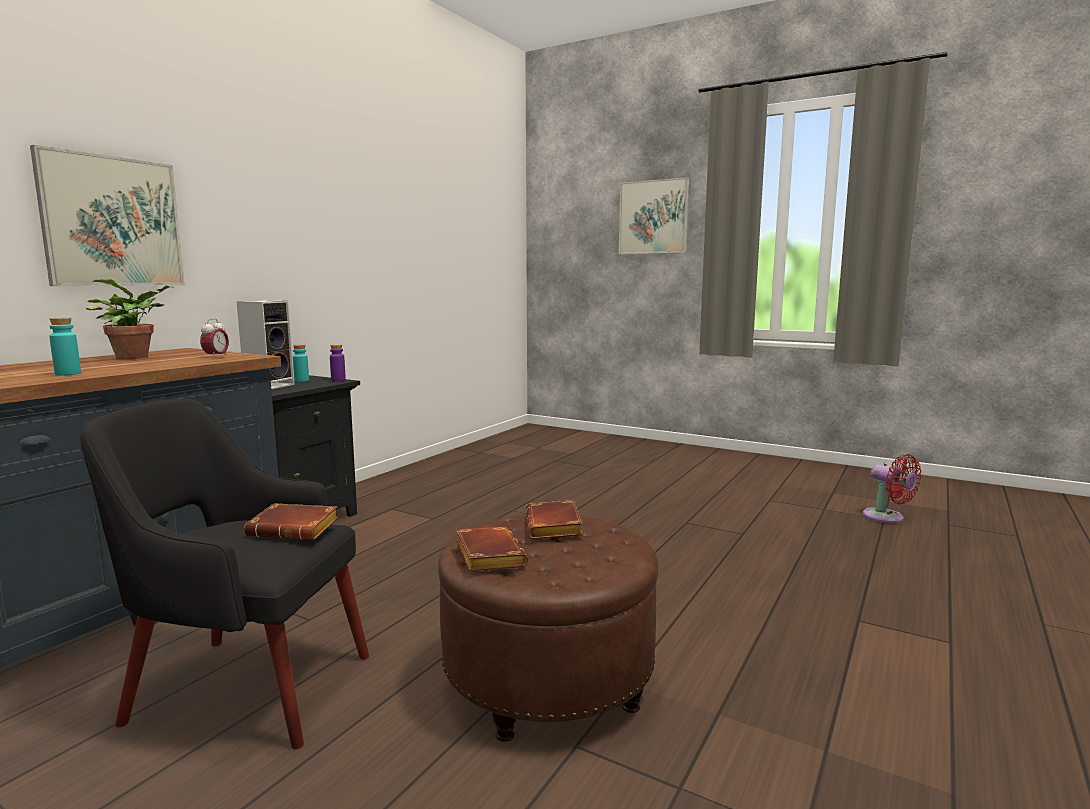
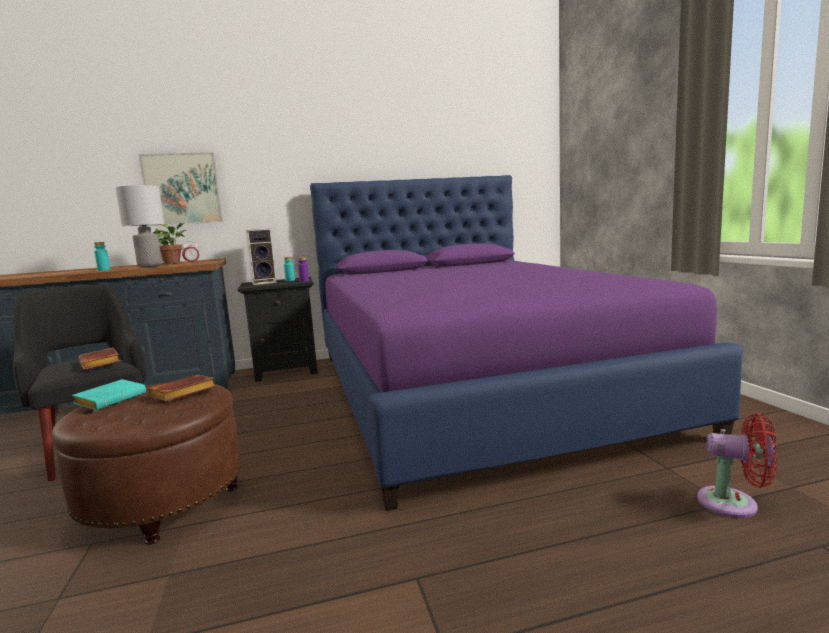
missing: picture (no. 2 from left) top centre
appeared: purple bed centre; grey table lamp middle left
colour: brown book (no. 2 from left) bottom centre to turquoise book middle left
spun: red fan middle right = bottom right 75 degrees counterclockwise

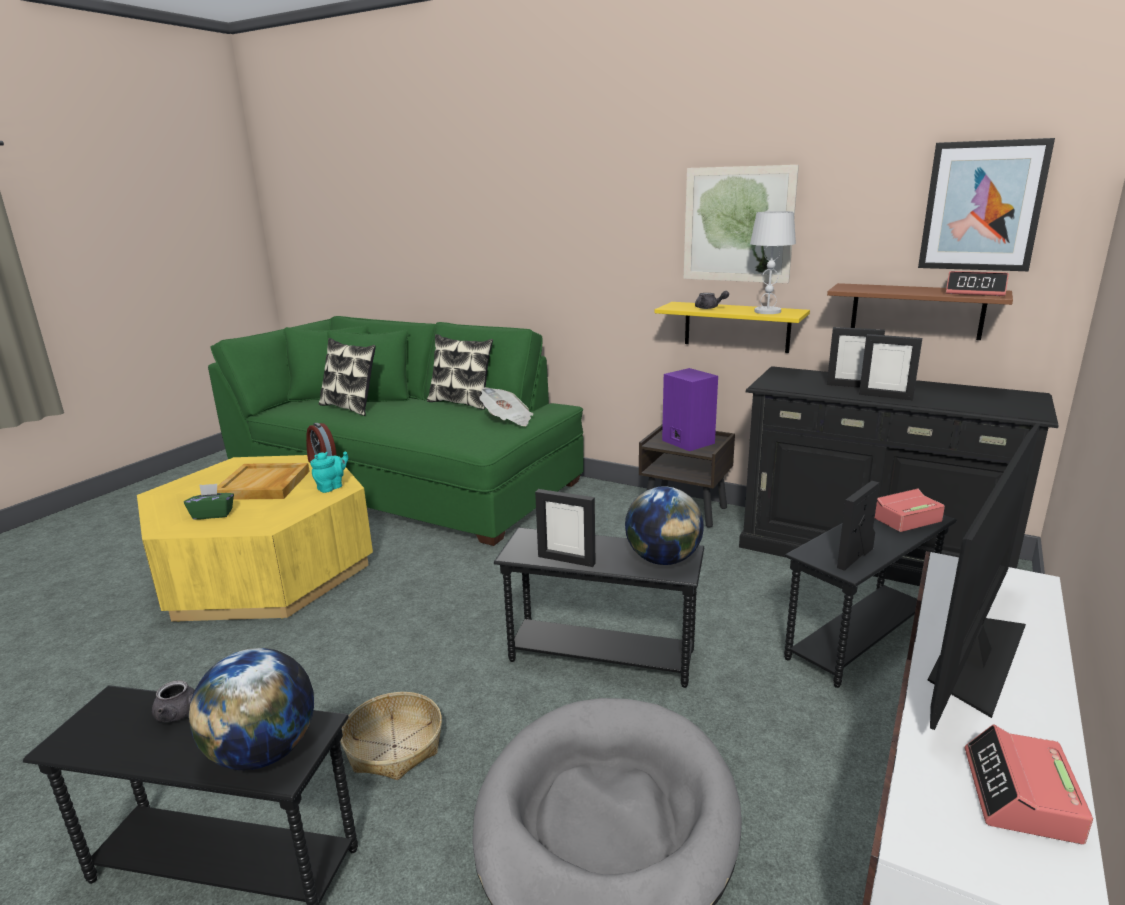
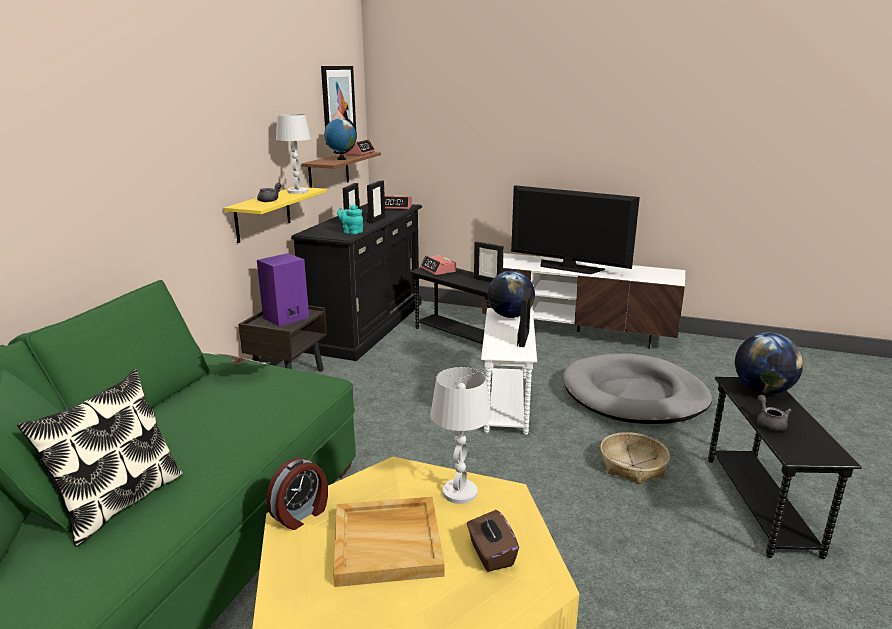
missing: picture (no. 1 from left) top centre; pillow (no. 2 from left) centre
appeared: globe (no. 1 from left) top centre; white table lamp (no. 2 from left) bottom centre
relocated: turquoise teapot middle left to centre; alarm clock (no. 4 from left in the first image) bottom right to alarm clock (no. 3 from left) top centre
colour: green tissue box middle left to brown tissue box bottom centre; black side table (no. 2 from left) bottom centre to white side table centre

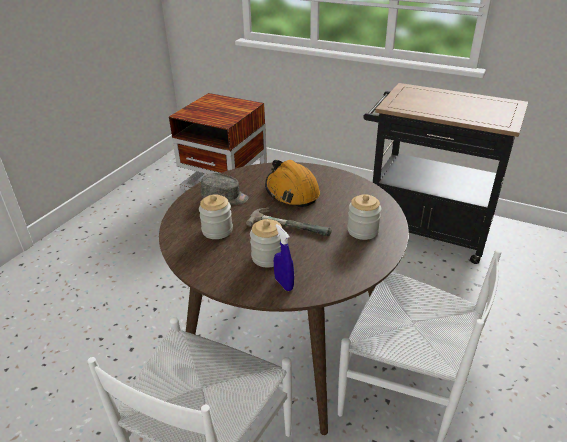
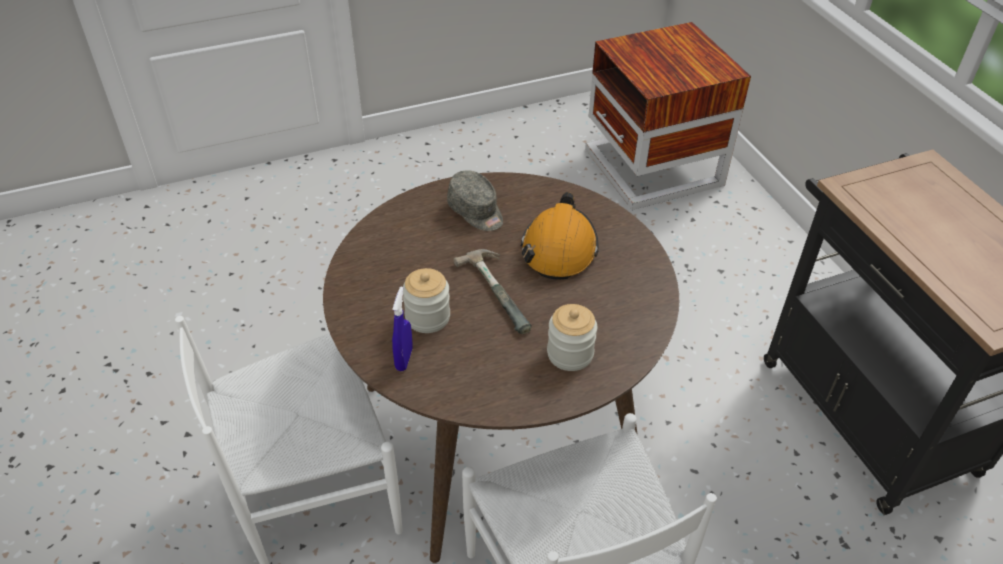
missing: jar (no. 1 from left) centre

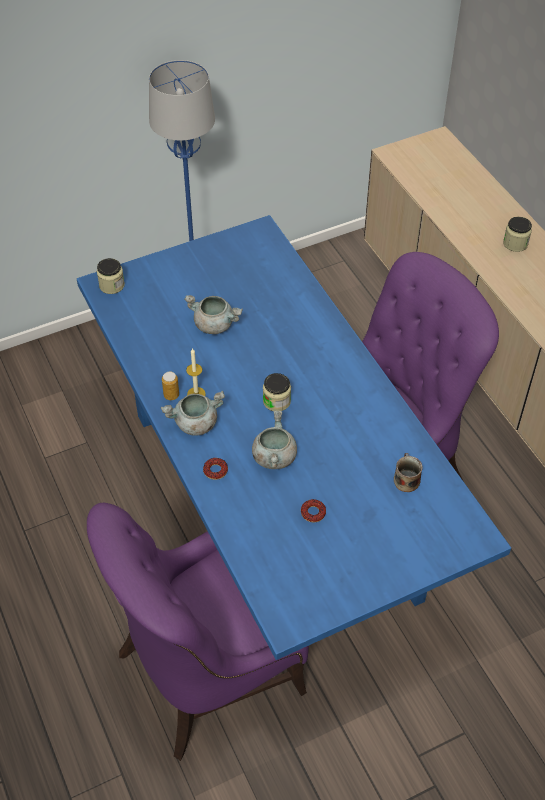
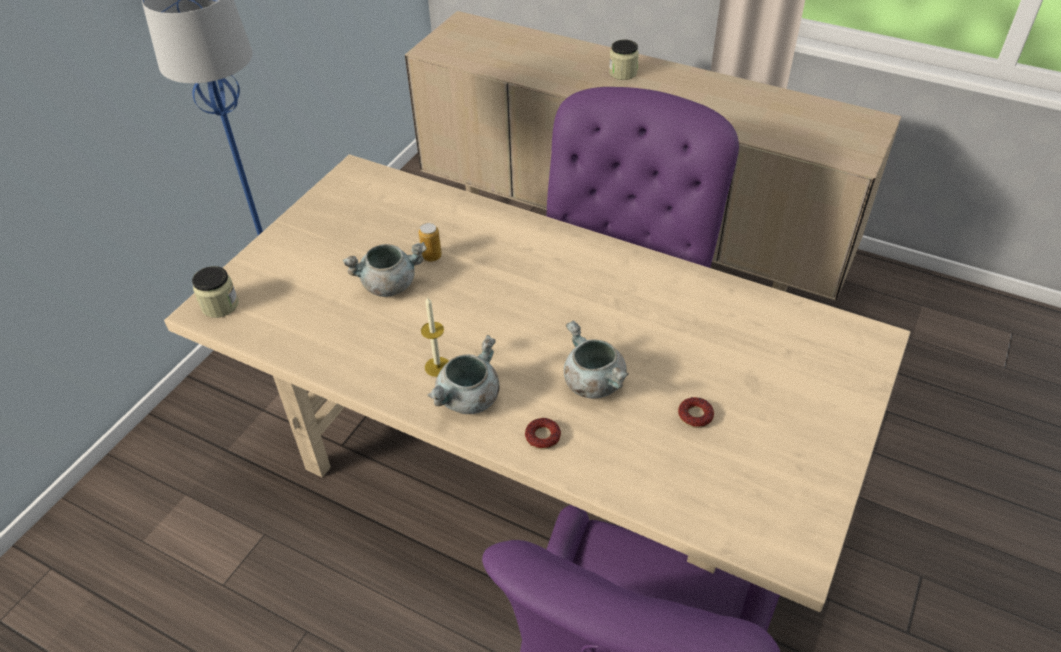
missing: jar (no. 2 from left) centre; mug middle right
relocated: can middle left to centre
colour: blue dining table centre to beige dining table centre

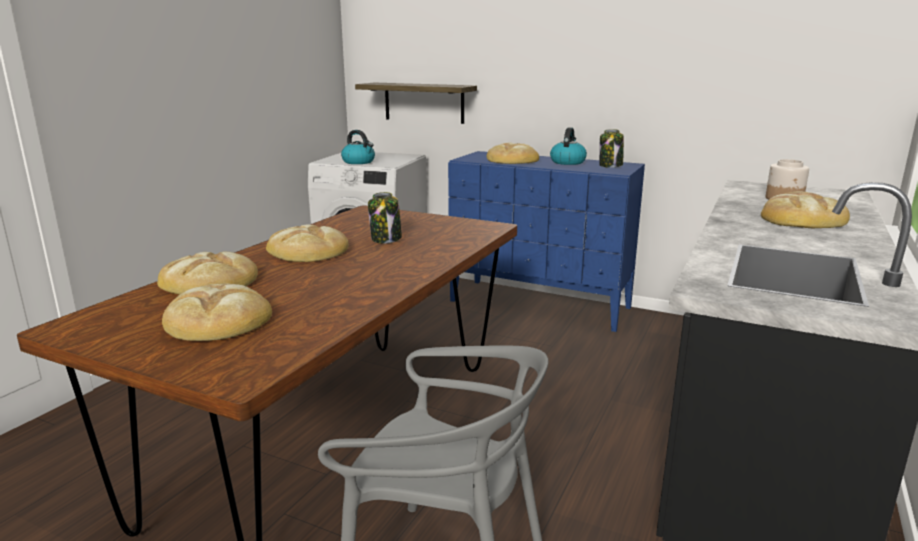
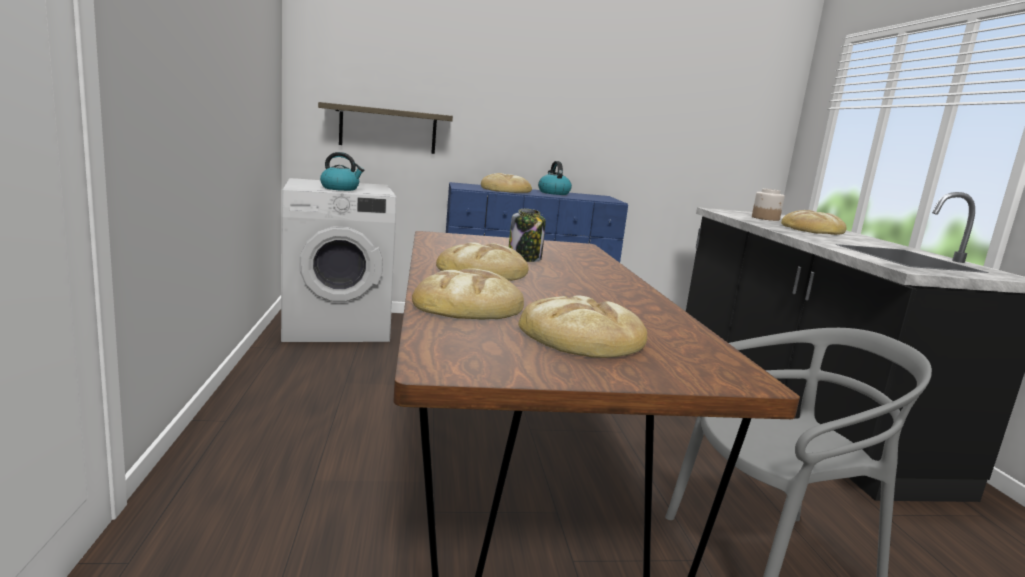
missing: jar (no. 2 from left) top centre

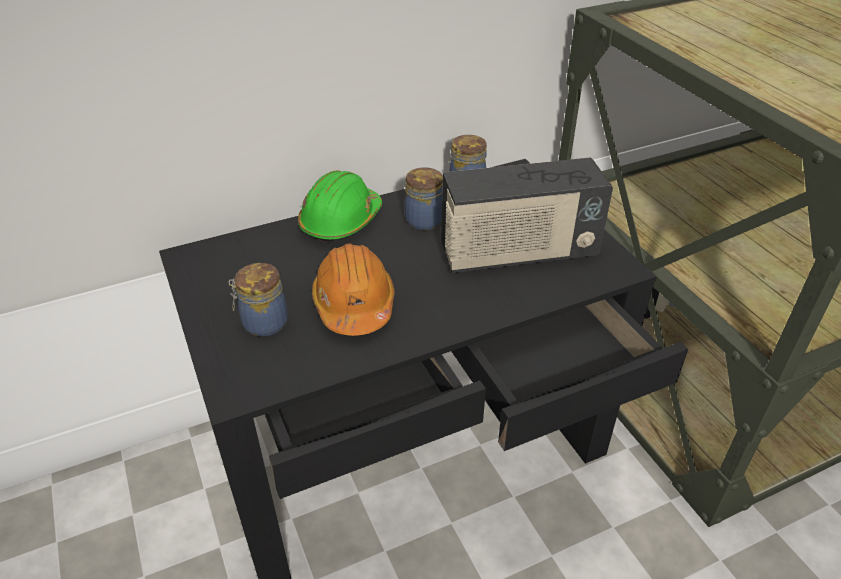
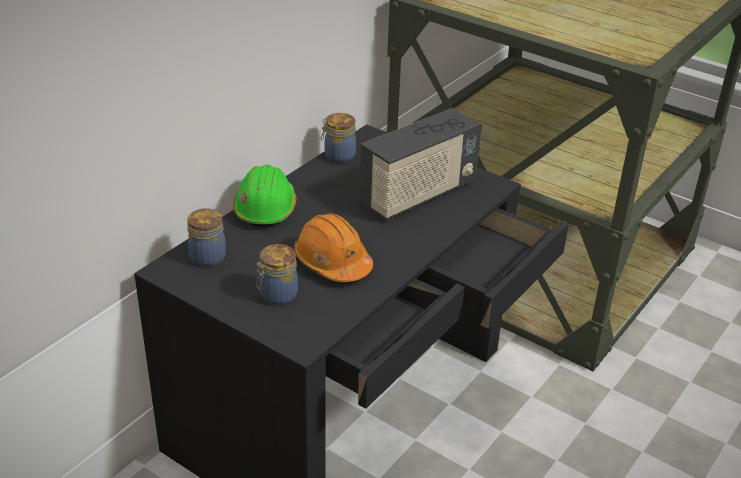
relocated: jar (no. 2 from left in the first image) centre to jar (no. 1 from left) middle left

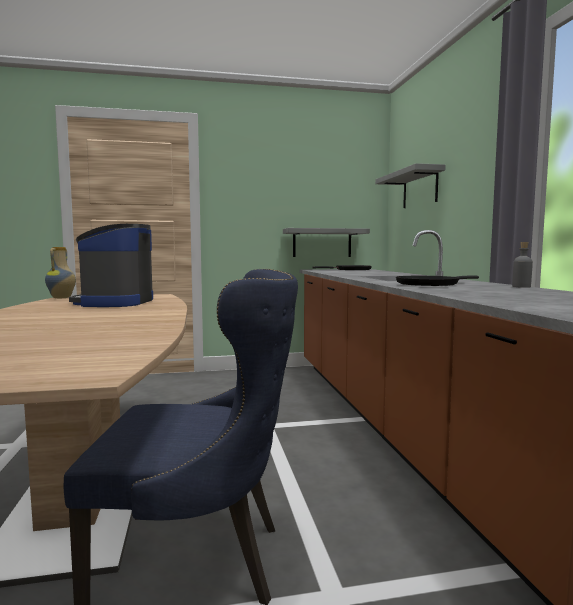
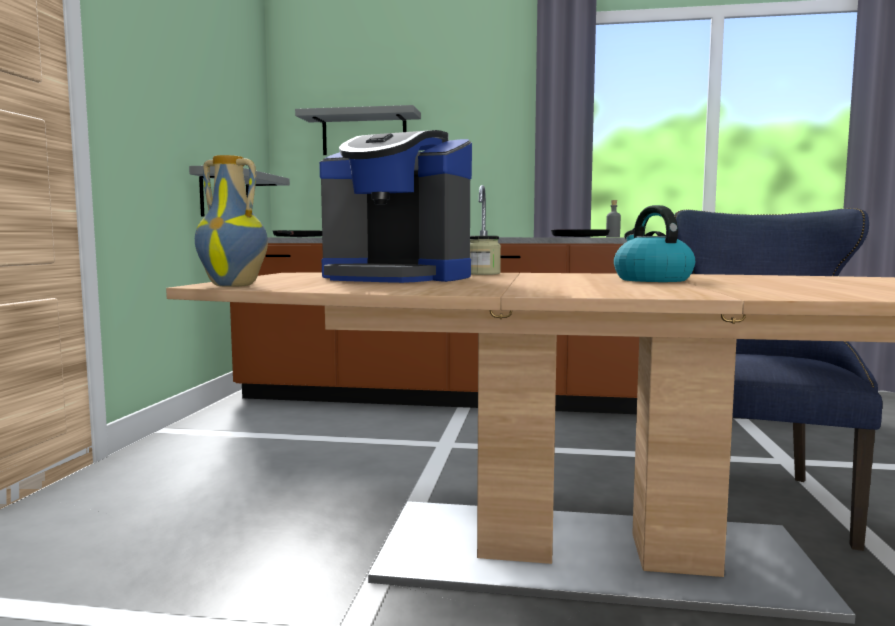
appeared: kettle middle right; jar centre

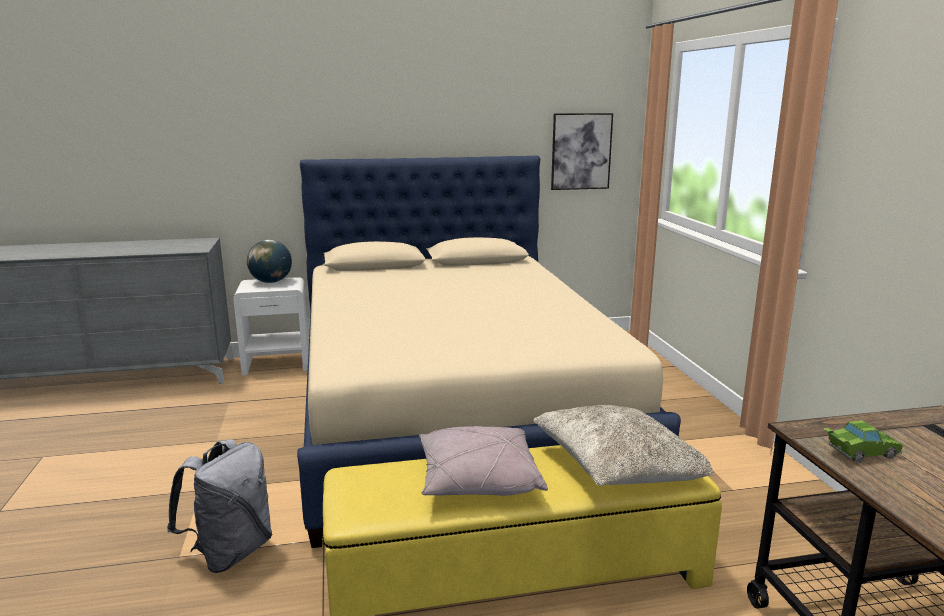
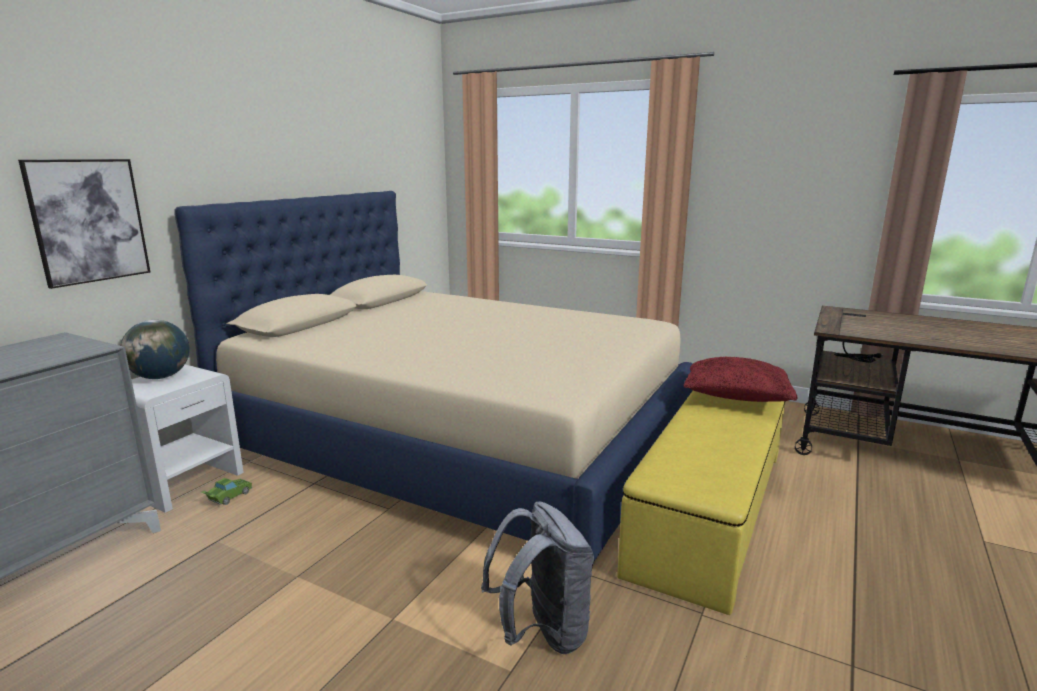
missing: purple pillow bottom centre
relocated: picture top centre to top left; green toy car bottom right to bottom left
colour: beige pillow bottom centre to red pillow middle right

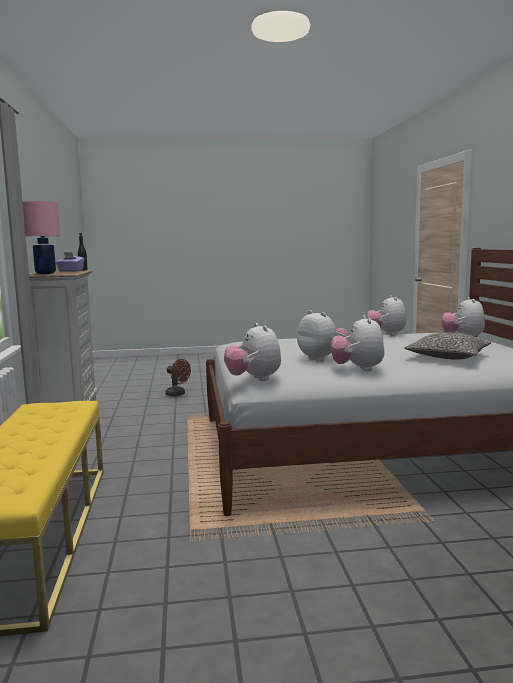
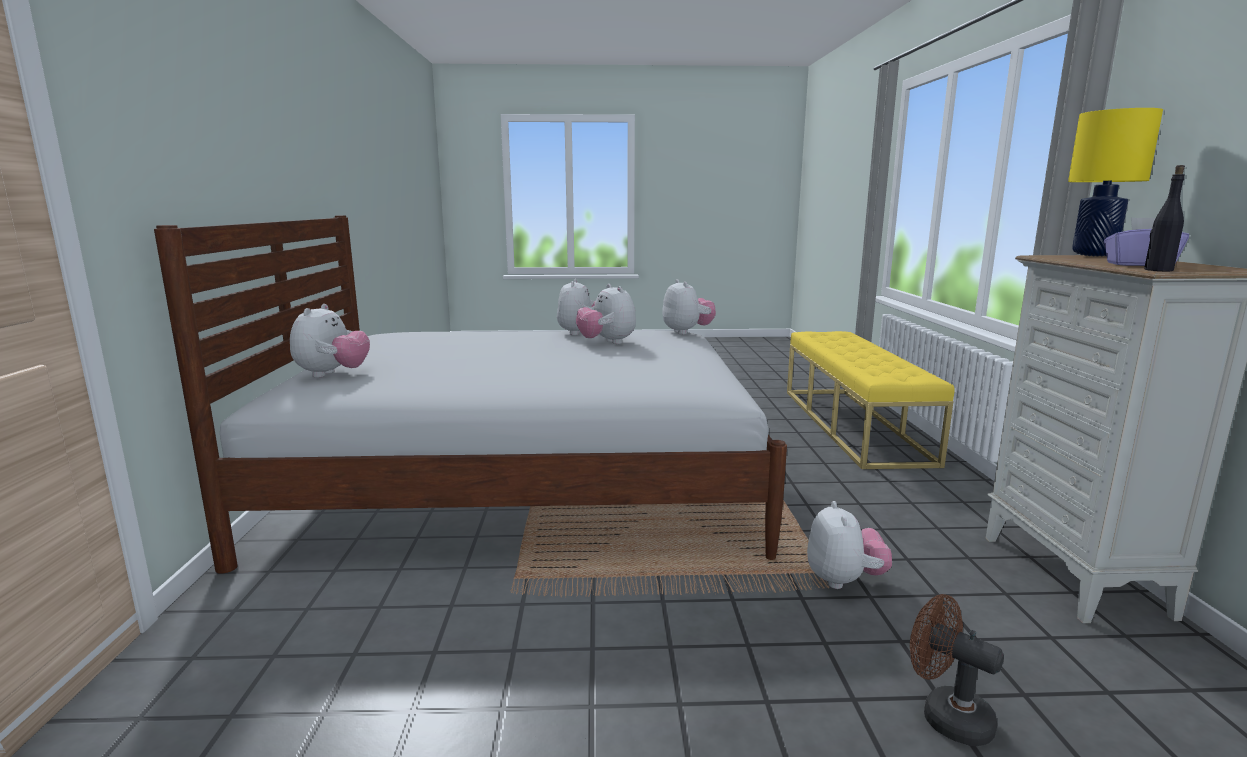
missing: pillow middle right
relocated: plush toy (no. 4 from left in the first image) middle right to plush toy (no. 5 from left) bottom right
colour: pink table lamp middle left to yellow table lamp top right

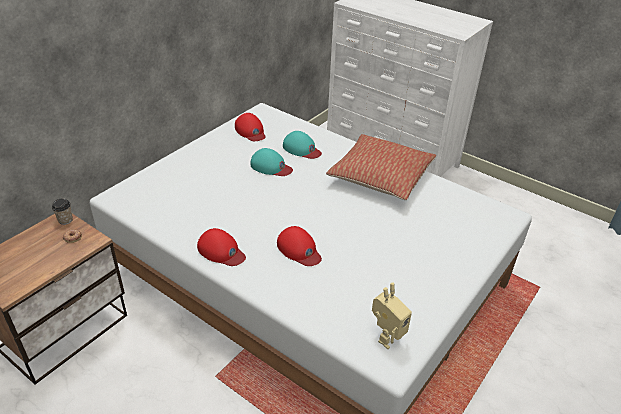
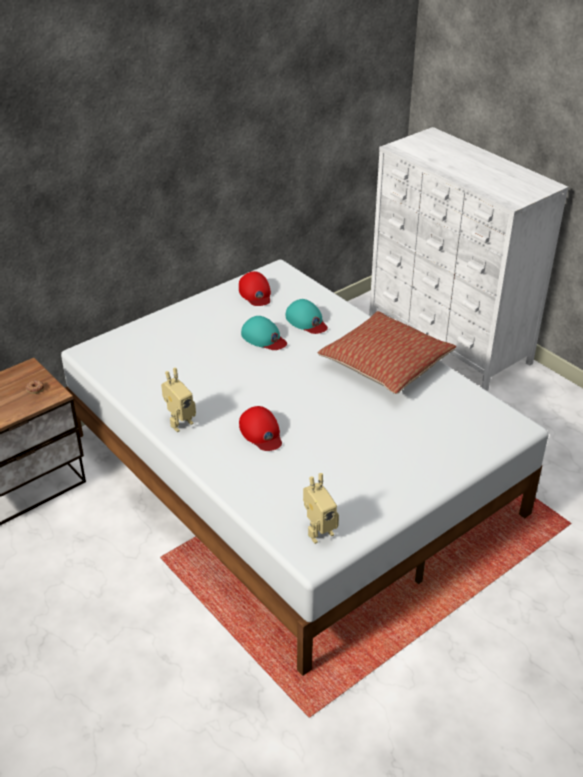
missing: cup middle left
exchanged: red cap (no. 1 from left) centre to toy robot (no. 1 from left) middle left

